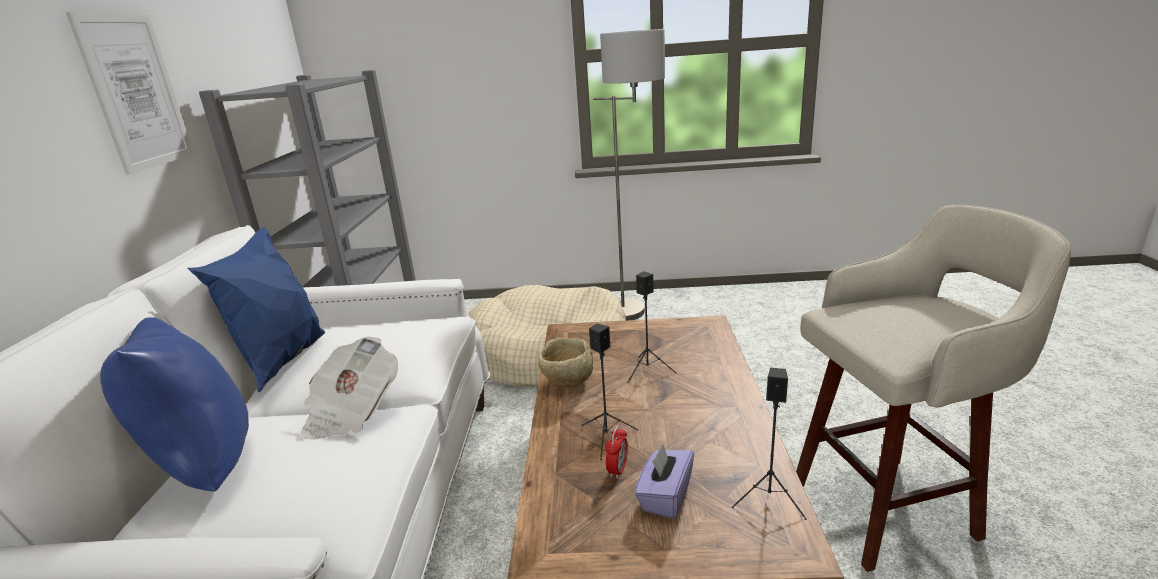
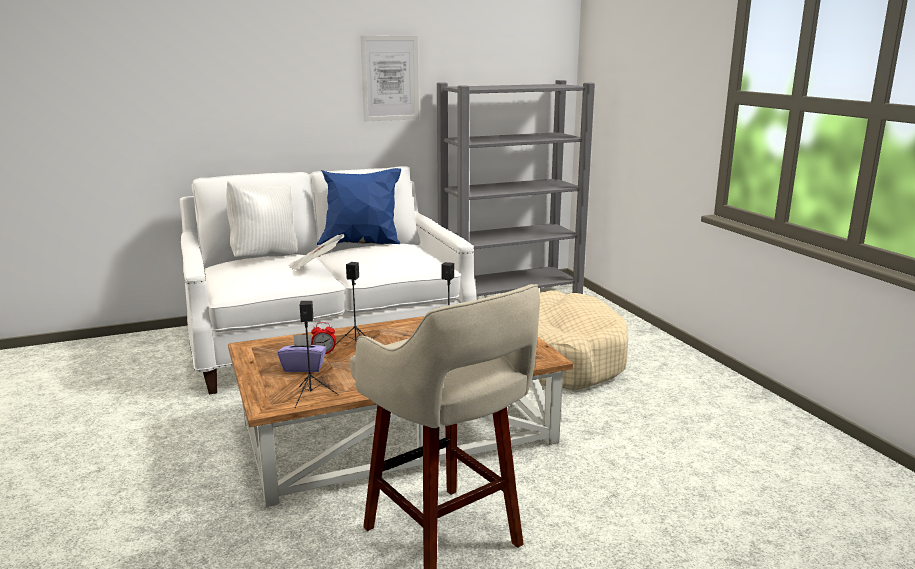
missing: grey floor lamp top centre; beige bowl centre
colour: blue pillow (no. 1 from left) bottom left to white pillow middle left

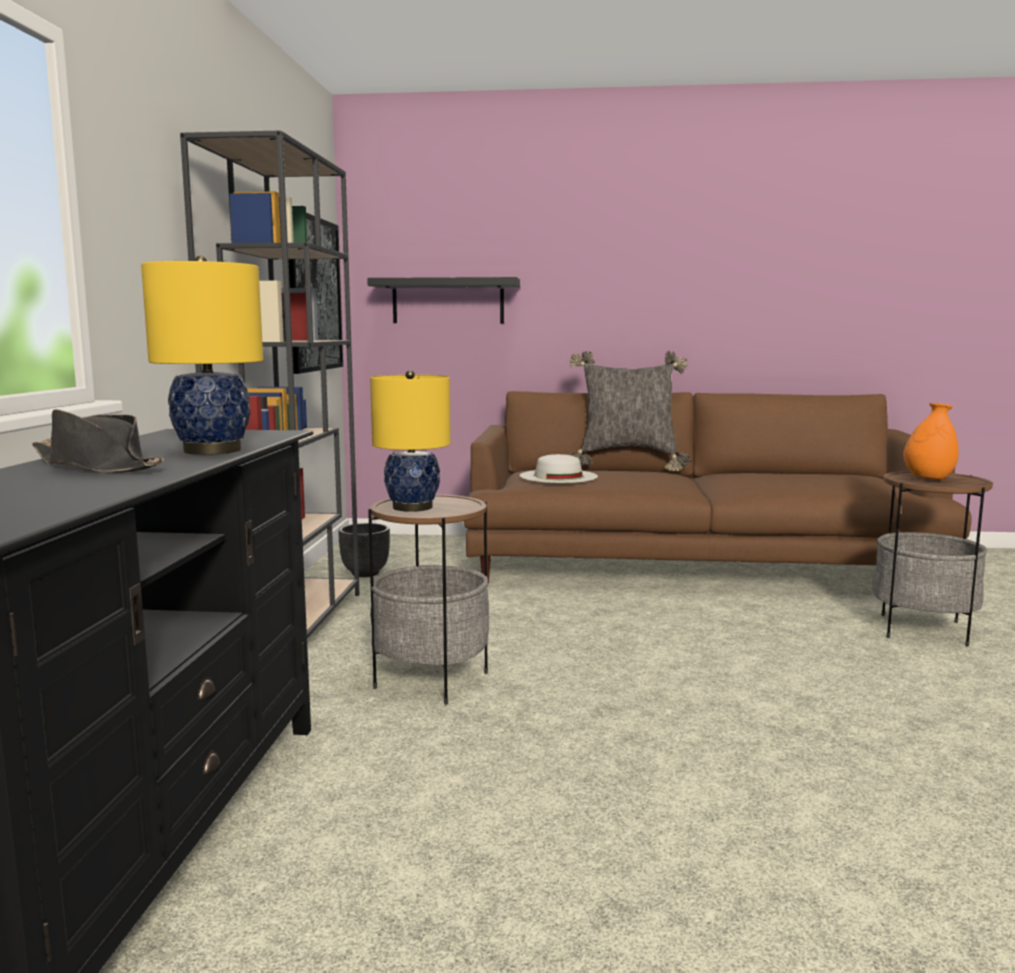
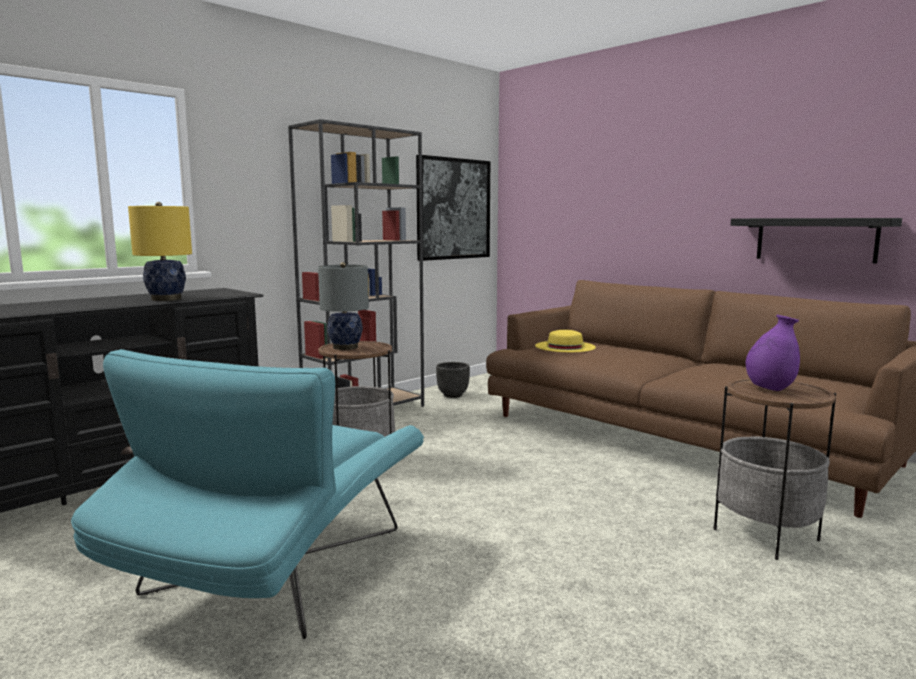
missing: pillow centre; black hat middle left
appeared: turquoise armchair bottom left
relocated: black shelf top centre to middle right
colour: yellow table lamp (no. 2 from left) centre to grey table lamp centre; orange vase middle right to purple vase middle right; white hat centre to yellow hat centre

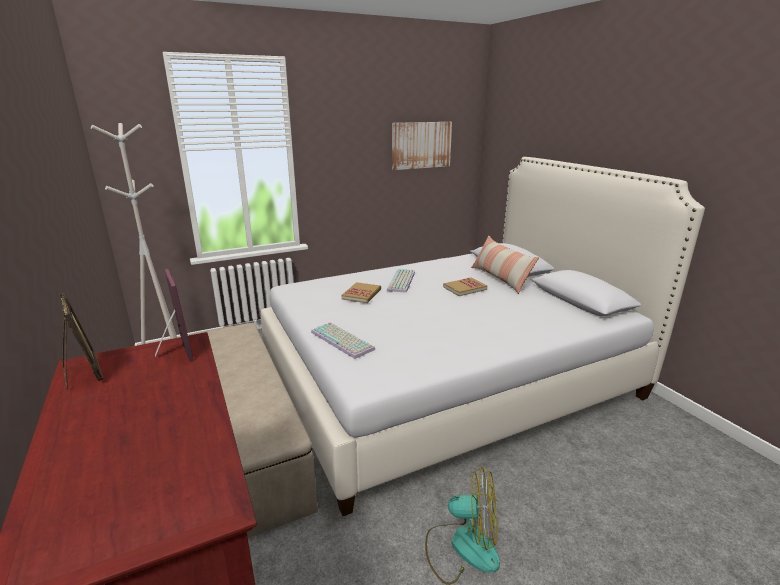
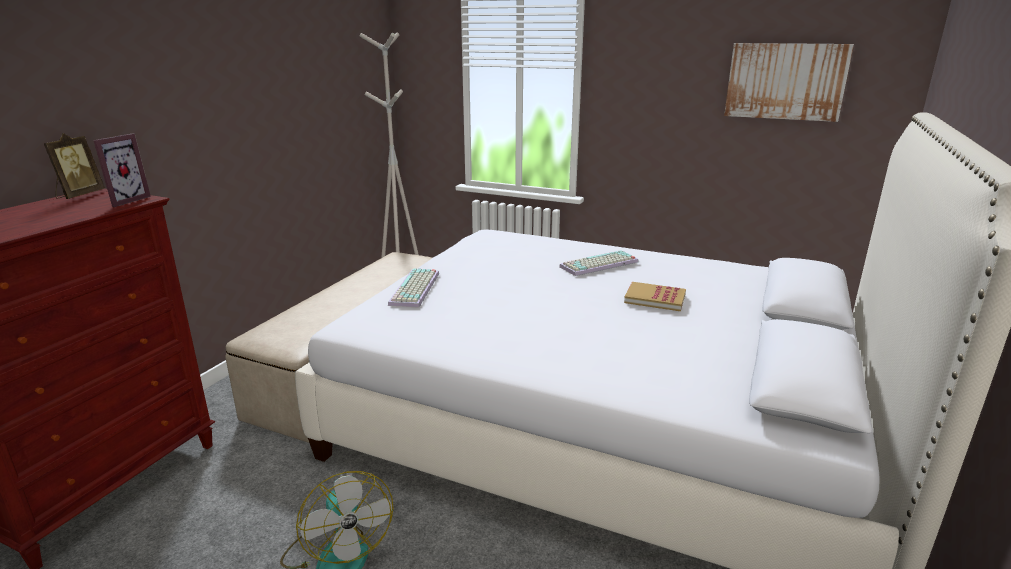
missing: pillow centre; book (no. 1 from left) centre

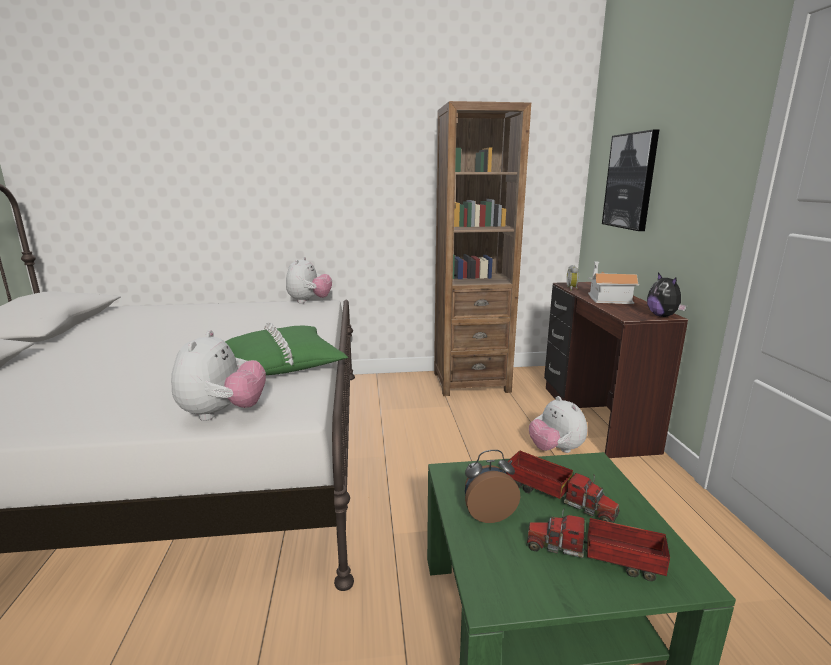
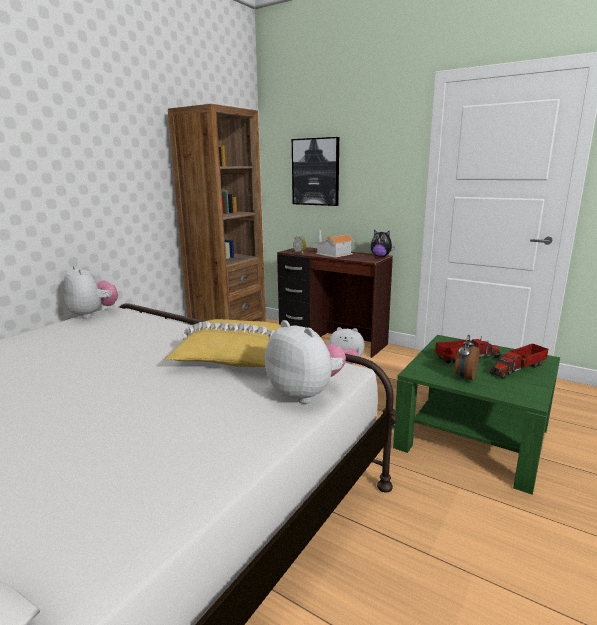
colour: green pillow centre to yellow pillow centre

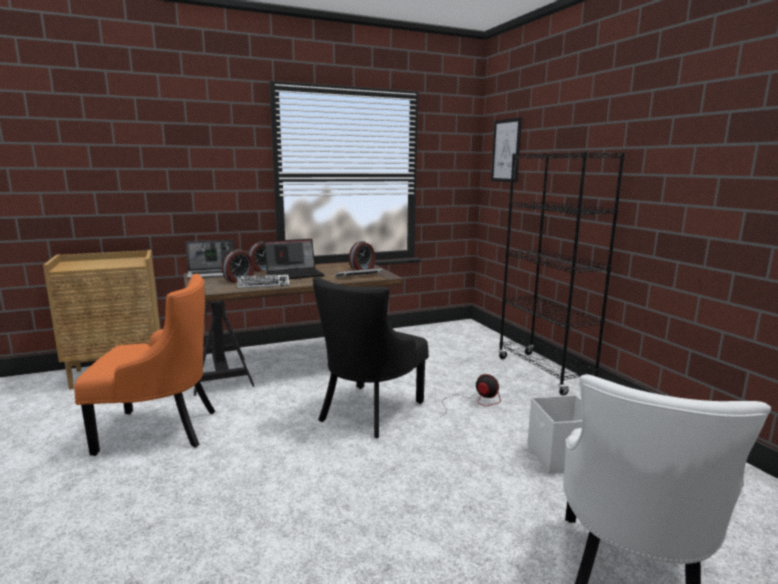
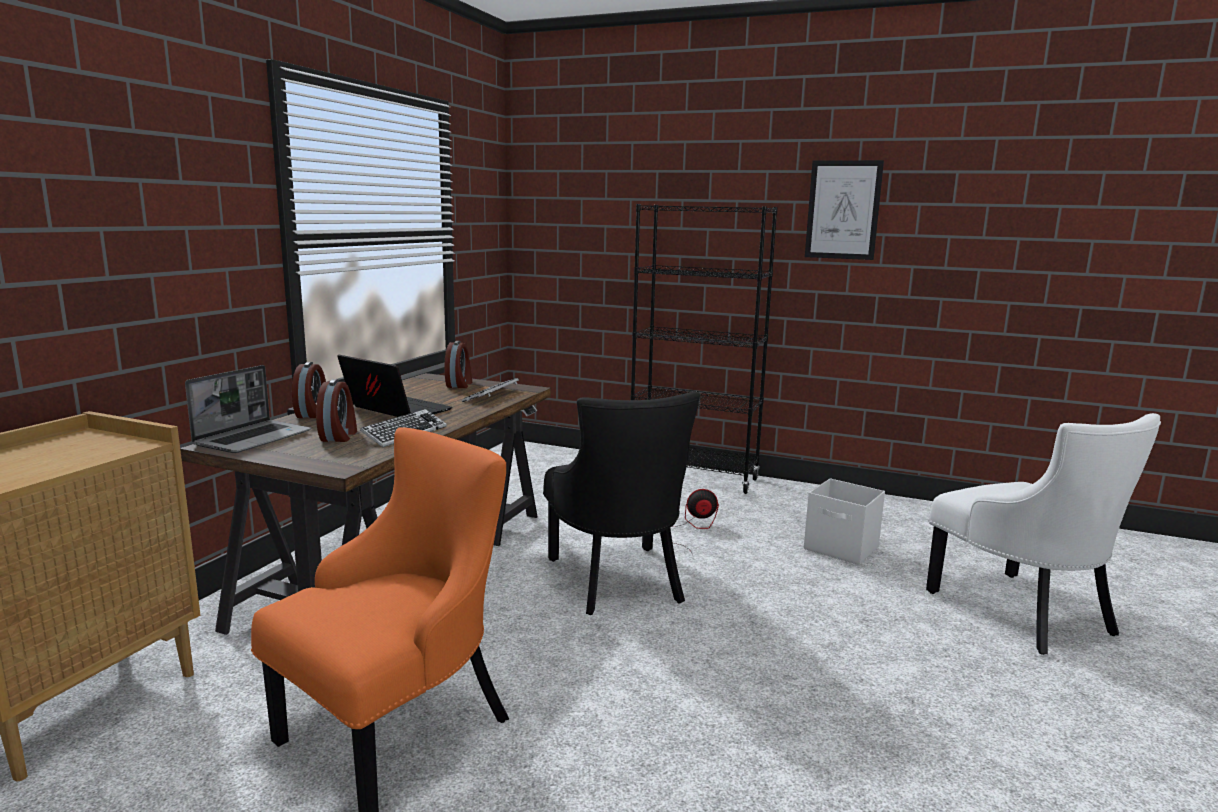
relocated: picture top centre to top right
spun: laptop (no. 2 from left) centre = middle left 75 degrees counterclockwise

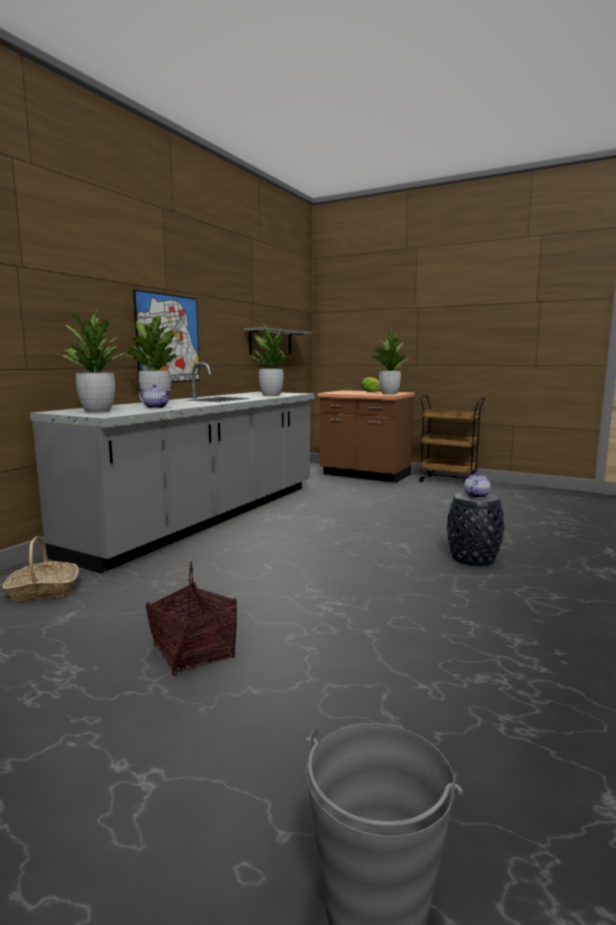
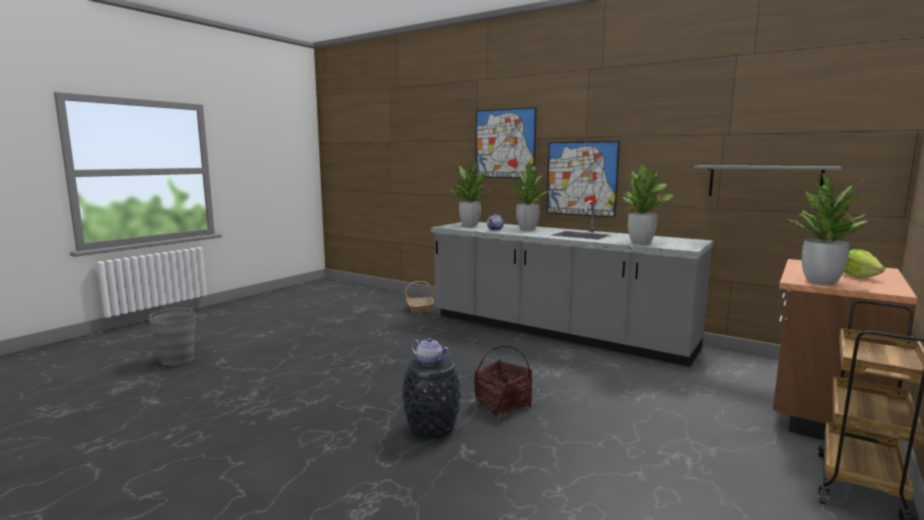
appeared: picture (no. 1 from left) top centre
relocated: basket (no. 2 from left) bottom left to bottom centre

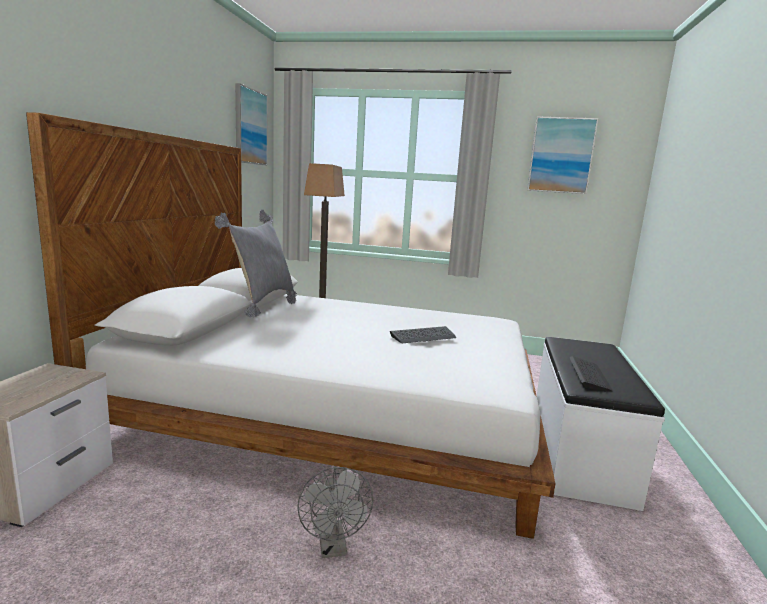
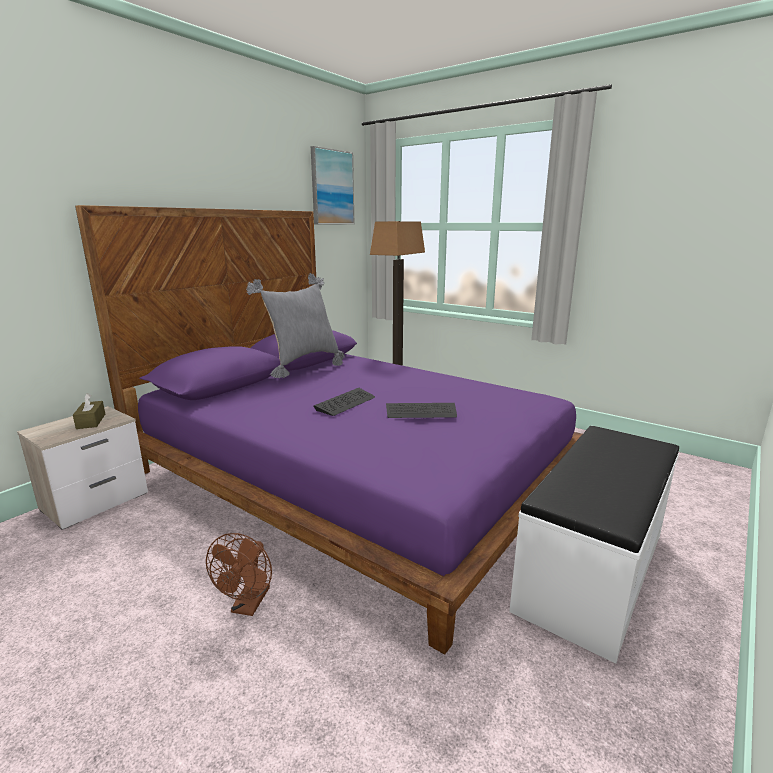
missing: picture (no. 2 from left) top right
appeared: brown tissue box middle left
relocated: keyboard (no. 2 from left in the first image) middle right to keyboard (no. 1 from left) centre
colour: white bed centre to purple bed centre; grey fan bottom centre to brown fan bottom left

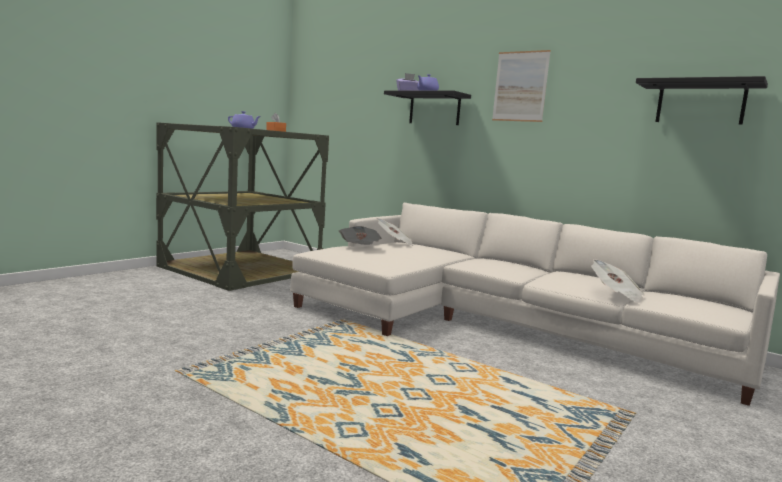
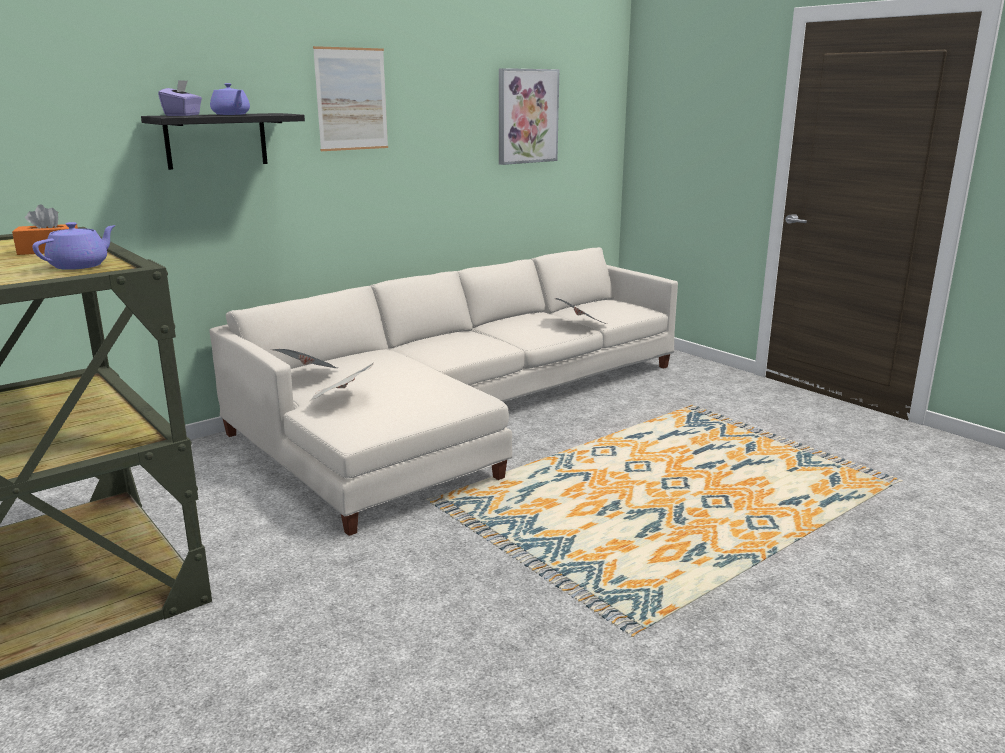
exchanged: black shelf (no. 2 from left) top right to picture (no. 2 from left) top centre

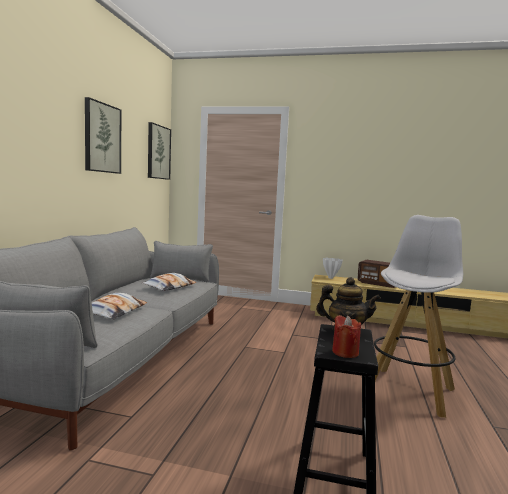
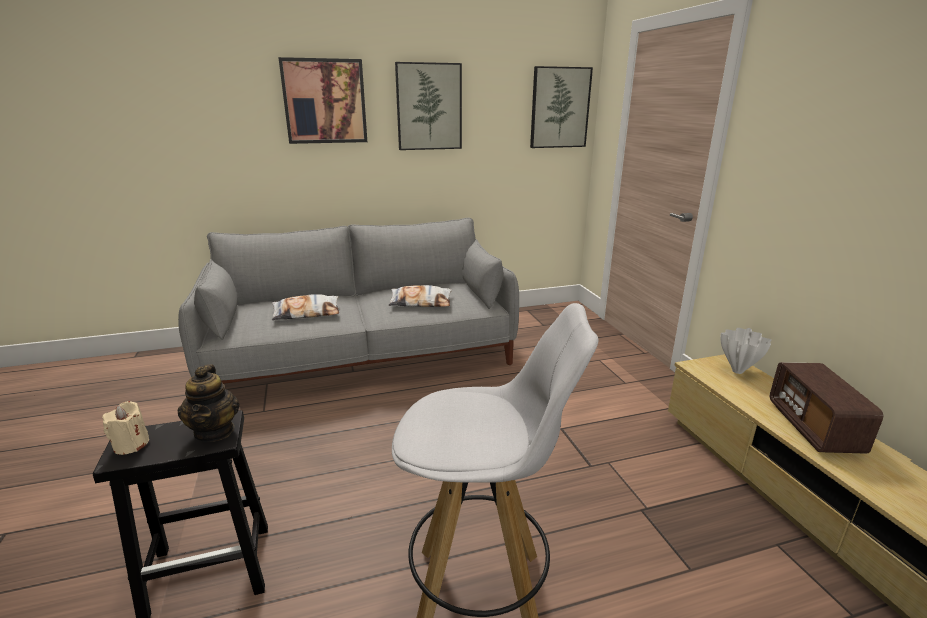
appeared: picture (no. 1 from left) top centre
colour: red candle bottom right to beige candle bottom left

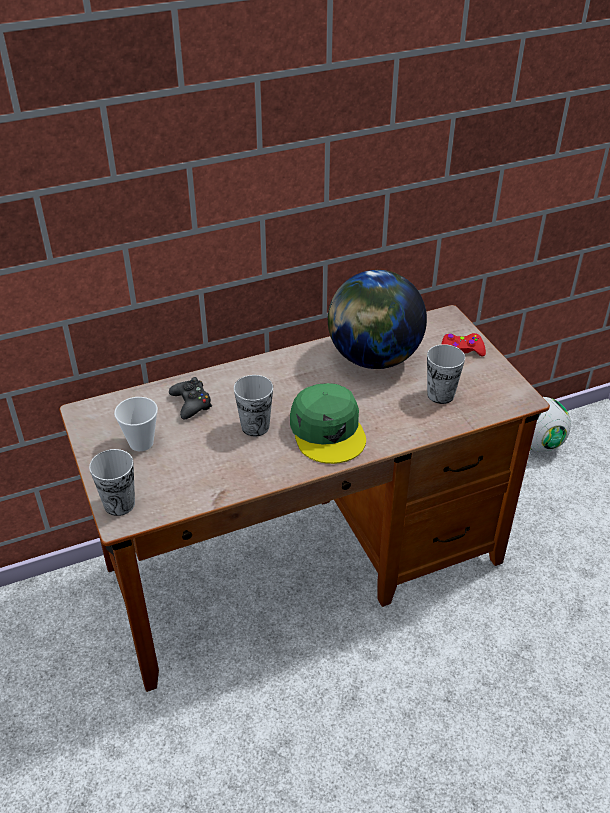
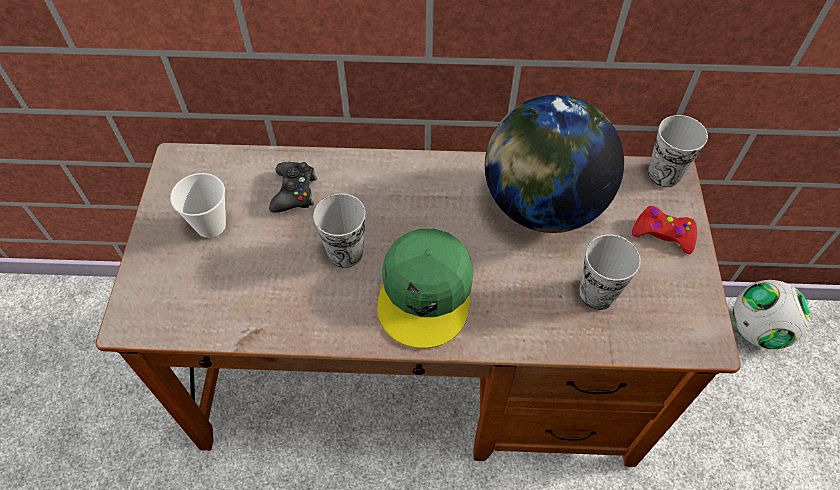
relocated: cup (no. 1 from left in the first image) middle left to cup (no. 4 from left) top right

